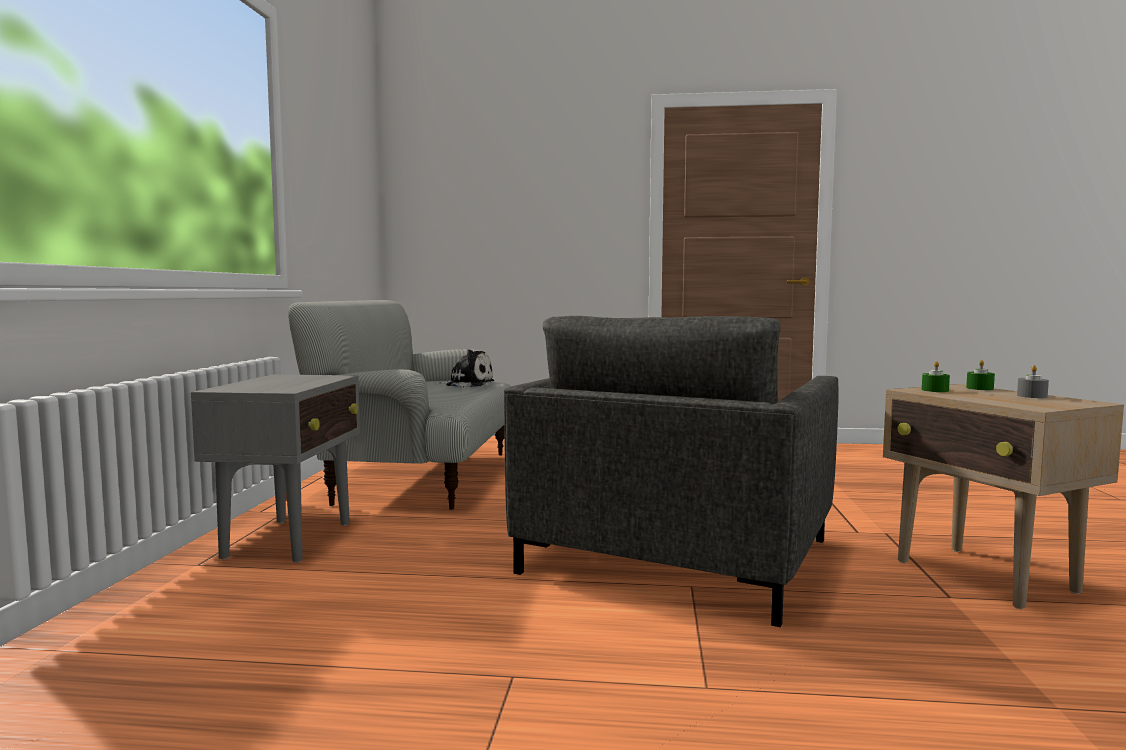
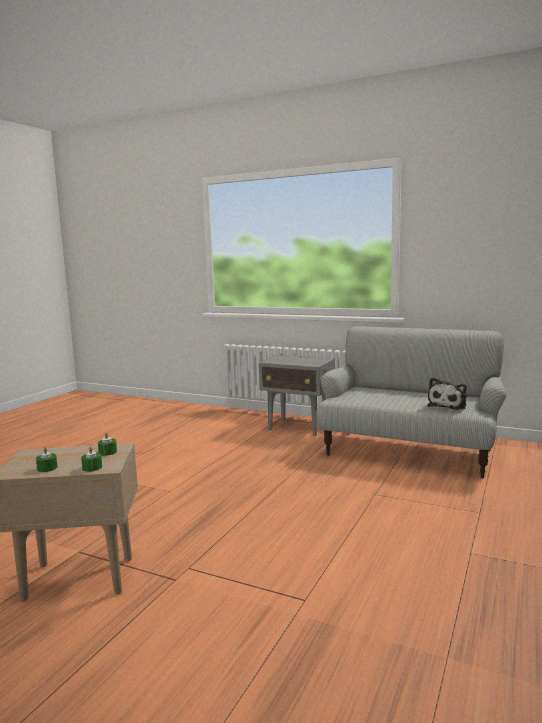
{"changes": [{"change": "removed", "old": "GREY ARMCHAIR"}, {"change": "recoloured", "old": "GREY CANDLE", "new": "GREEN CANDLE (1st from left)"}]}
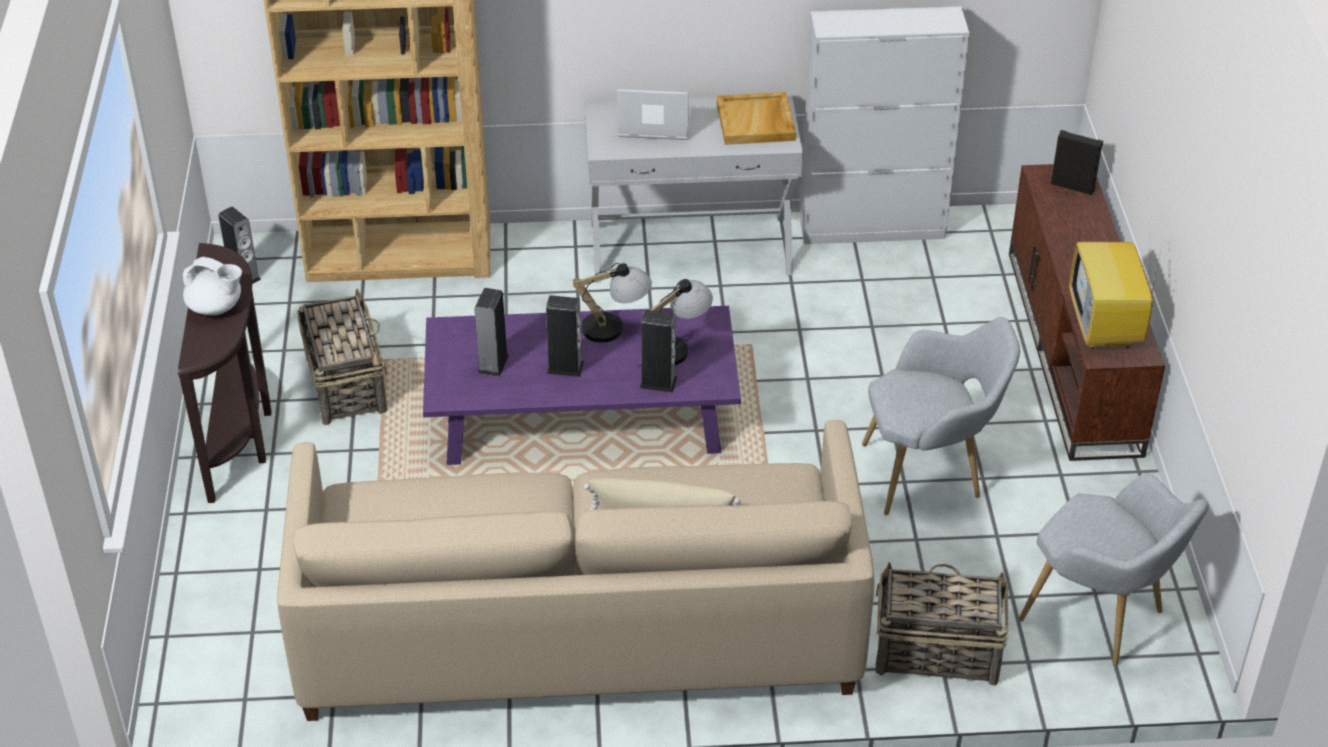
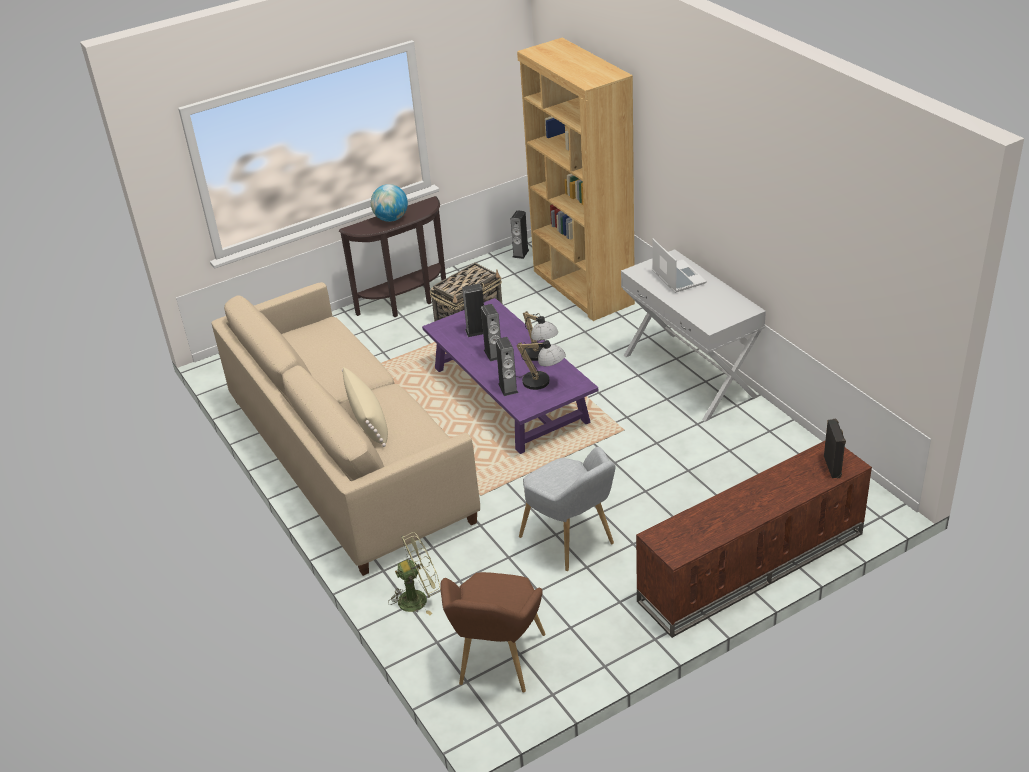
{"changes": [{"change": "replaced", "old": "WHITE TEAPOT", "new": "GLOBE"}, {"change": "removed", "old": "BEIGE TRAY"}, {"change": "removed", "old": "WHITE CABINET"}, {"change": "replaced", "old": "BASKET (2nd from left)", "new": "GREEN FAN"}, {"change": "recoloured", "old": "GREY ARMCHAIR (2nd from left)", "new": "BROWN ARMCHAIR"}, {"change": "removed", "old": "TELEVISION"}]}
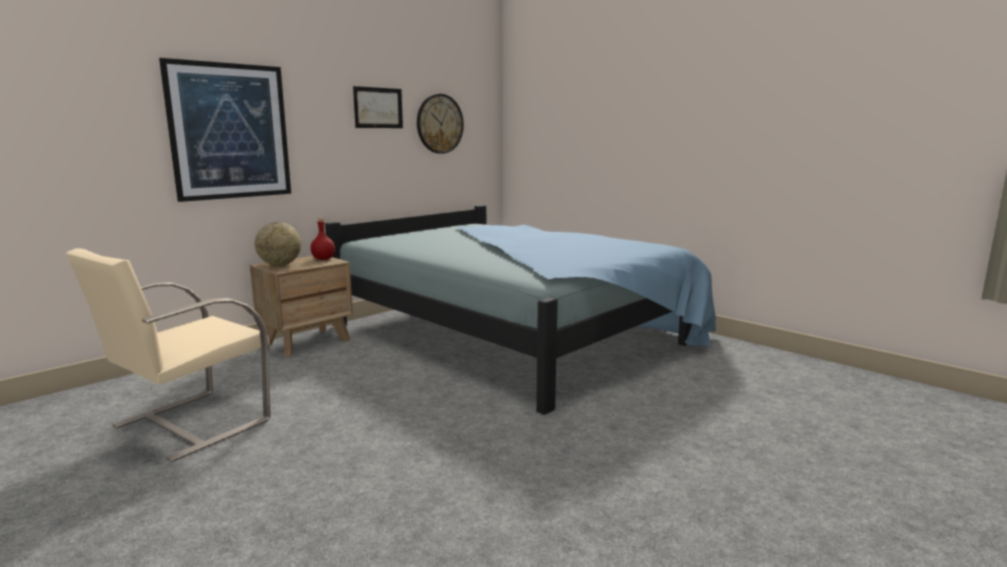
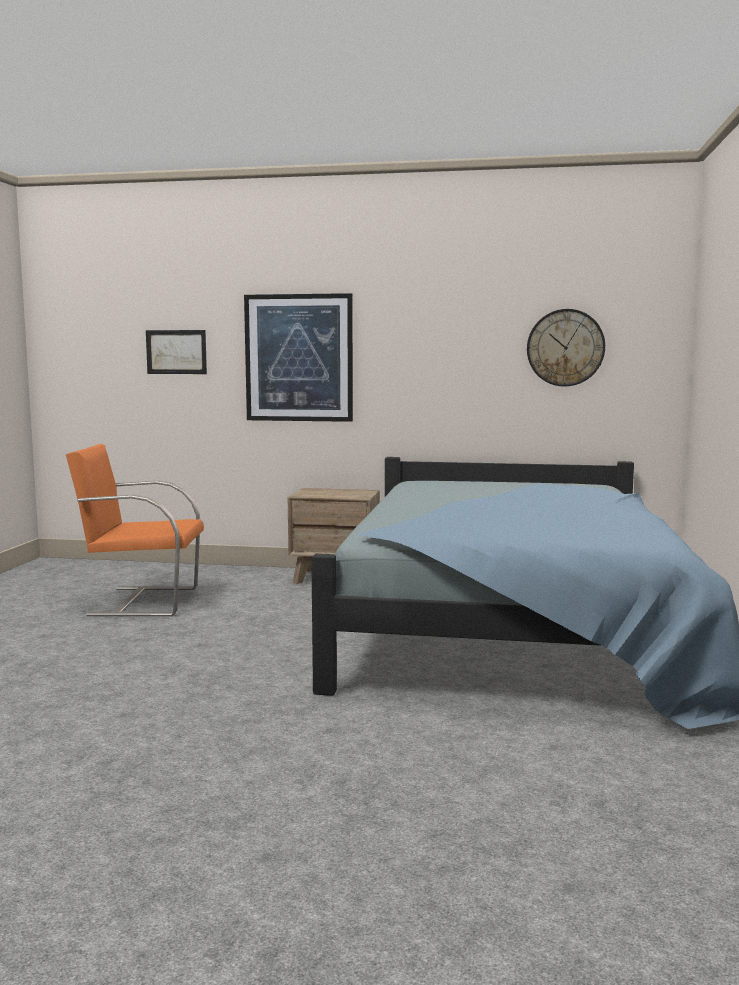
{"changes": [{"change": "recoloured", "old": "BEIGE ARMCHAIR", "new": "ORANGE ARMCHAIR"}, {"change": "removed", "old": "GLOBE"}, {"change": "removed", "old": "RED BOTTLE"}, {"change": "moved", "old": "PICTURE (2nd from left in the first image)", "new": "PICTURE (1st from left)"}]}
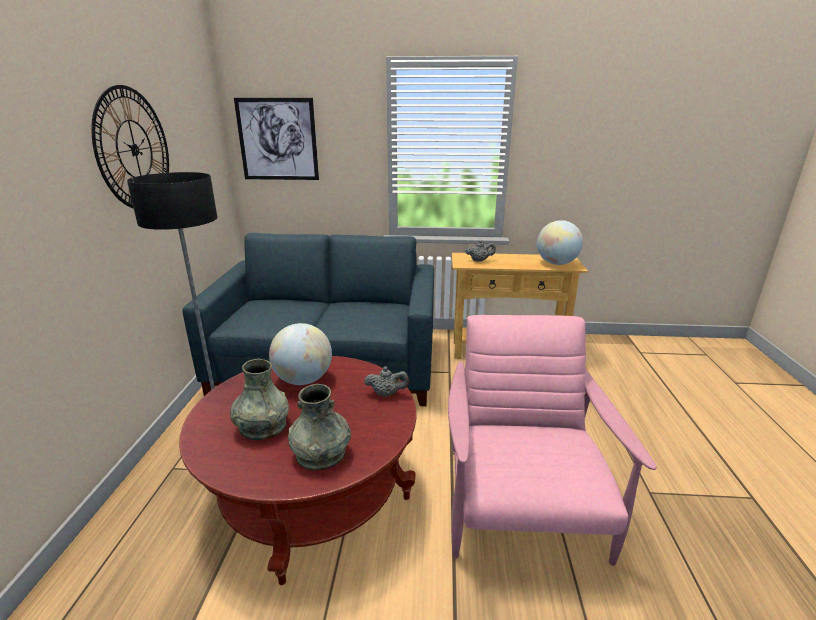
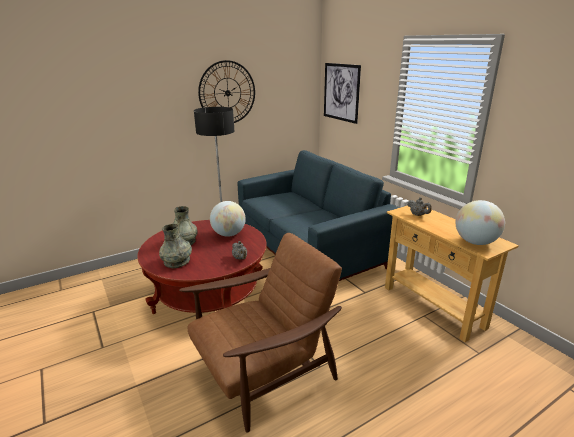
{"changes": [{"change": "recoloured", "old": "PINK ARMCHAIR", "new": "BROWN ARMCHAIR"}]}
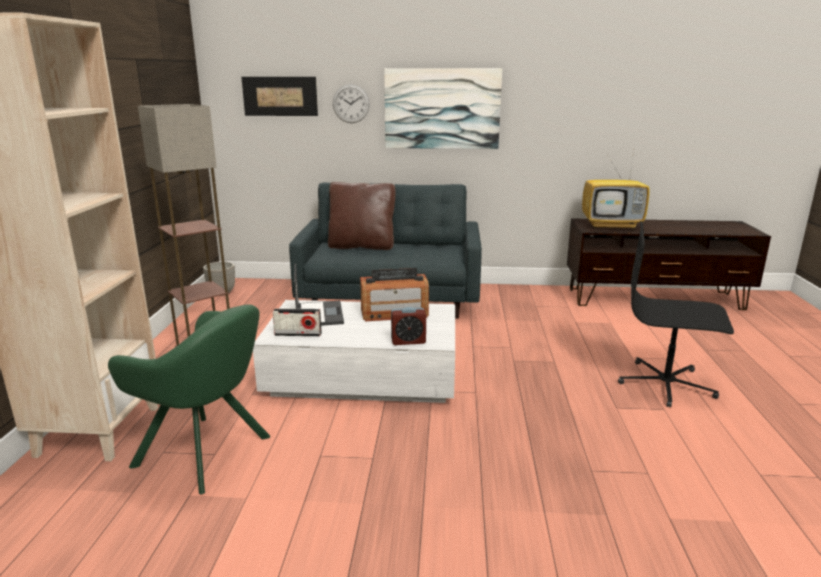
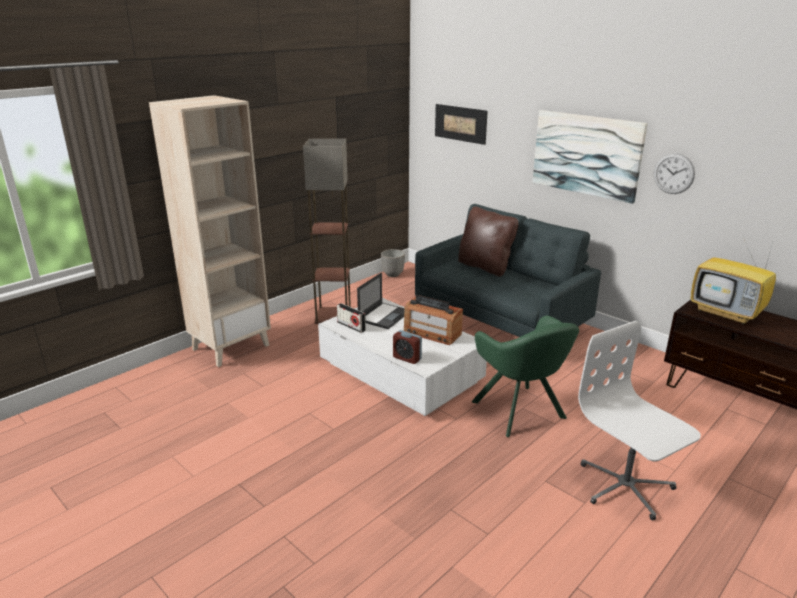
{"changes": [{"change": "moved", "old": "GREEN ARMCHAIR"}, {"change": "moved", "old": "WALL CLOCK"}, {"change": "recoloured", "old": "BLACK OFFICE CHAIR", "new": "WHITE OFFICE CHAIR"}]}
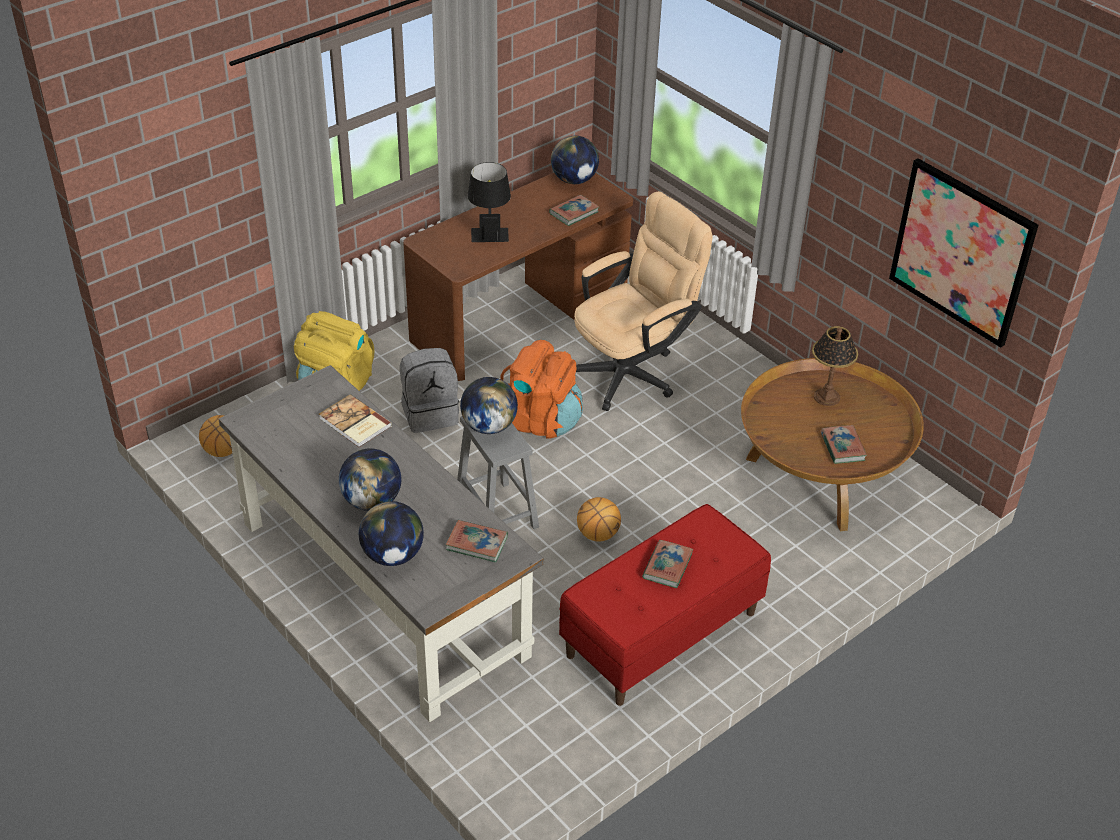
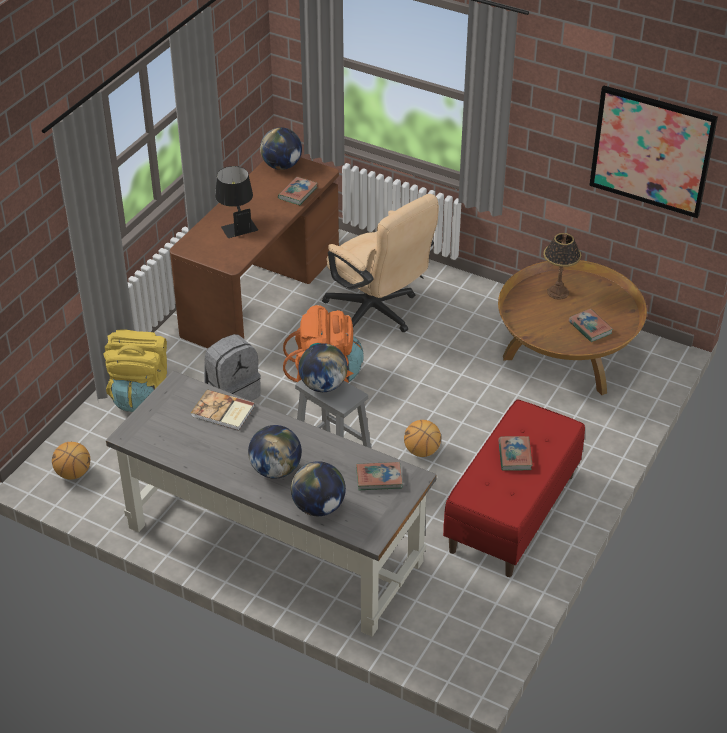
{"changes": [{"change": "turned", "old": "BEIGE OFFICE CHAIR", "degrees": 105}]}
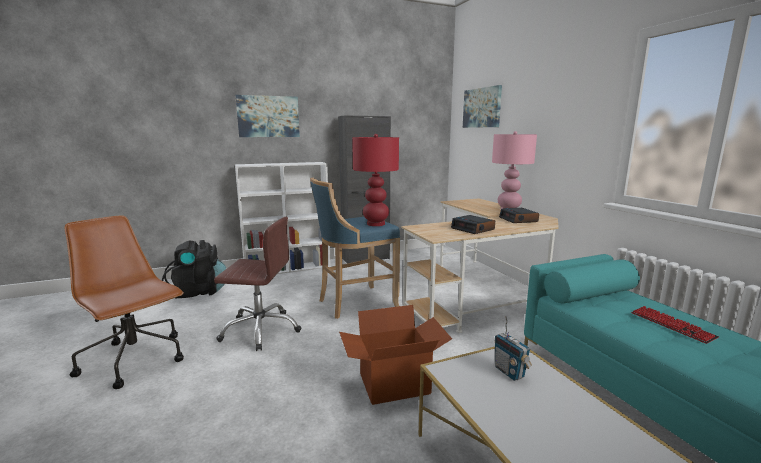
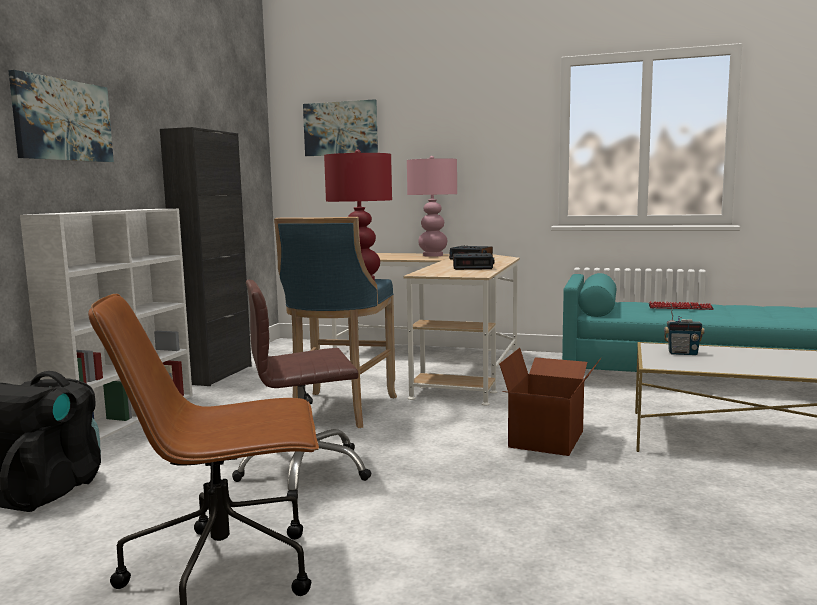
{"changes": [{"change": "turned", "old": "BROWN OFFICE CHAIR (2nd from left)", "degrees": -150}]}
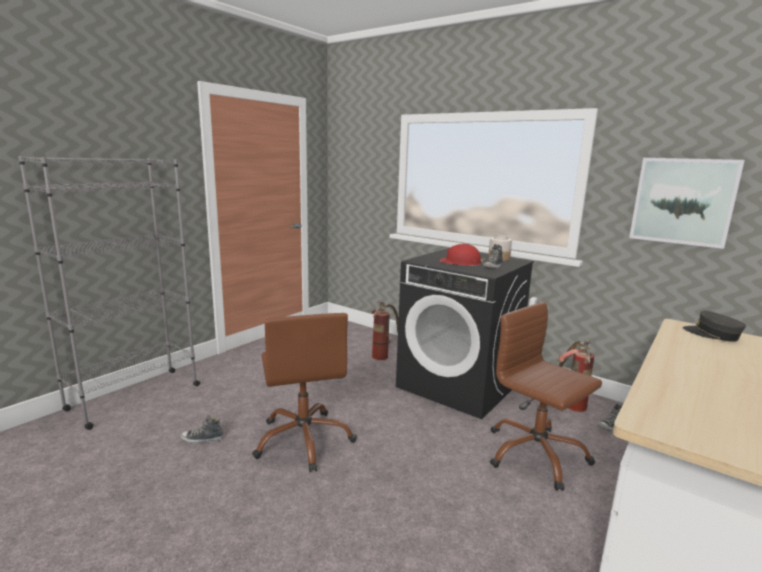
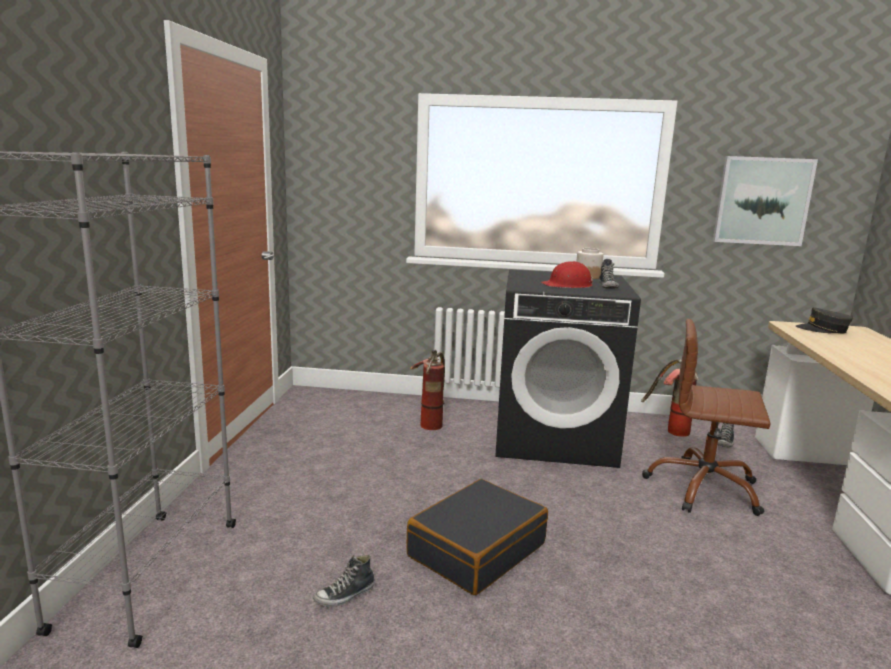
{"changes": [{"change": "replaced", "old": "BROWN OFFICE CHAIR (1st from left)", "new": "BLACK SUITCASE"}]}
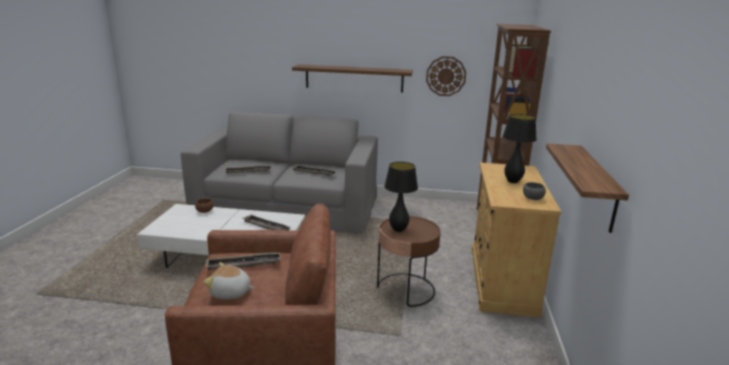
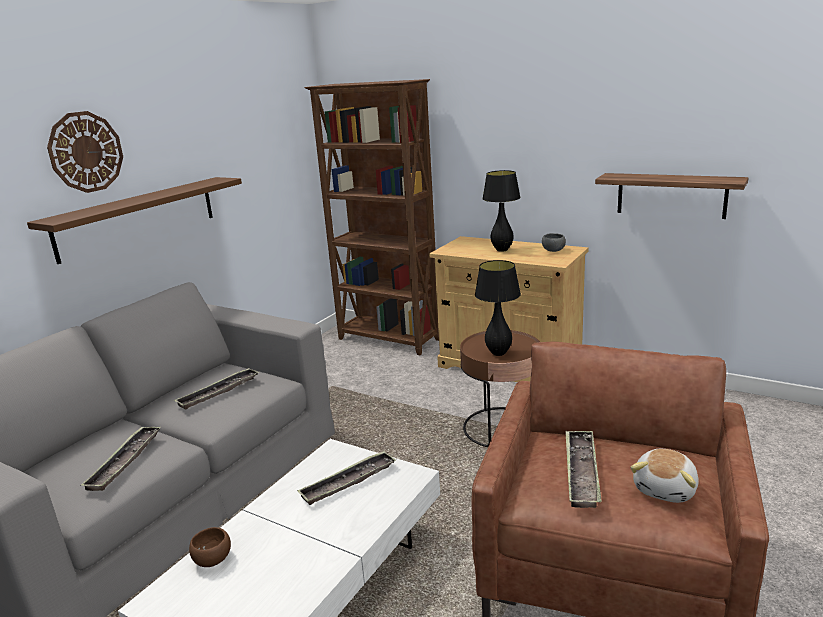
{"changes": [{"change": "moved", "old": "WALL CLOCK"}]}
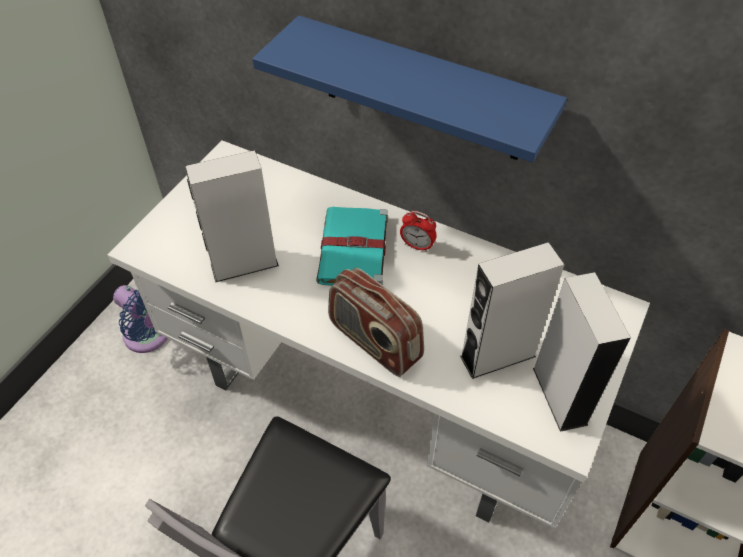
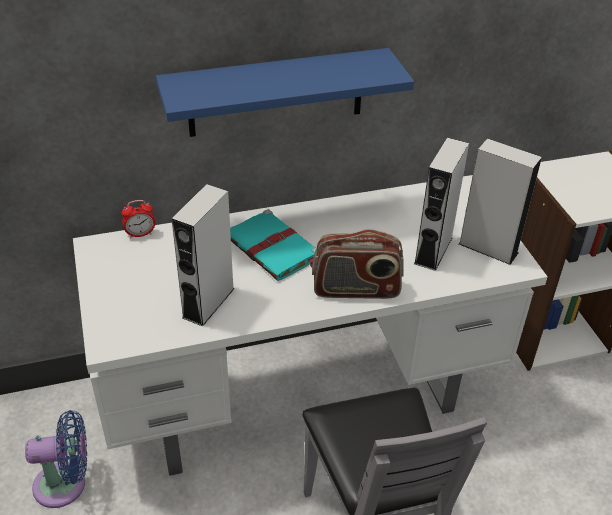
{"changes": [{"change": "moved", "old": "ALARM CLOCK"}]}
